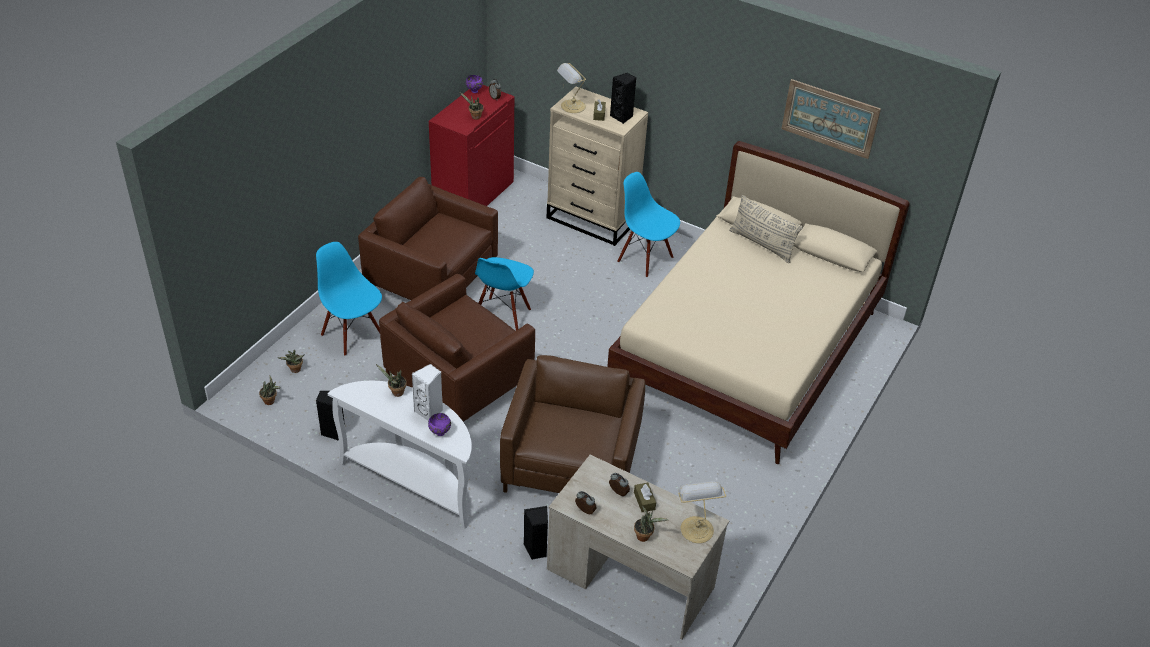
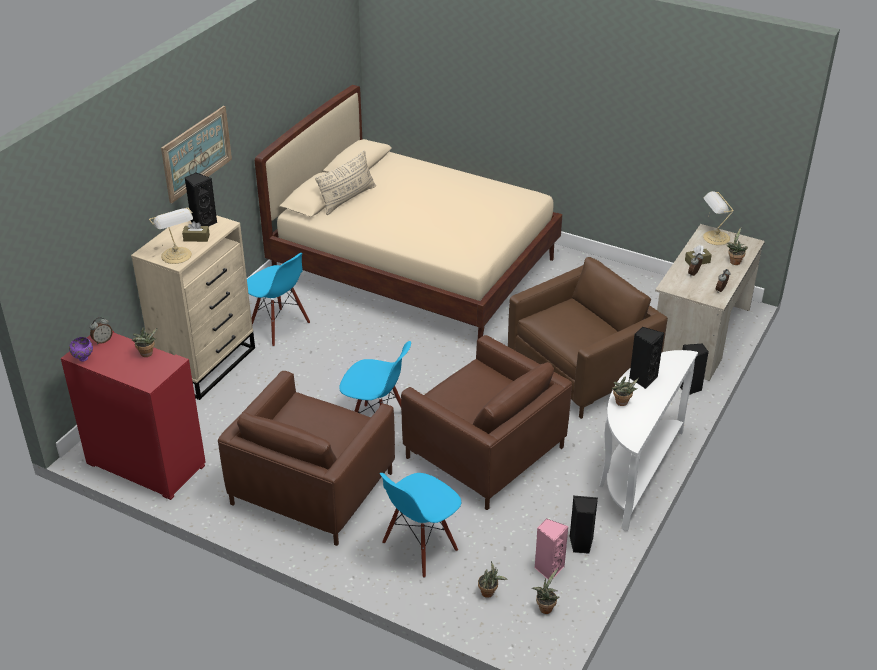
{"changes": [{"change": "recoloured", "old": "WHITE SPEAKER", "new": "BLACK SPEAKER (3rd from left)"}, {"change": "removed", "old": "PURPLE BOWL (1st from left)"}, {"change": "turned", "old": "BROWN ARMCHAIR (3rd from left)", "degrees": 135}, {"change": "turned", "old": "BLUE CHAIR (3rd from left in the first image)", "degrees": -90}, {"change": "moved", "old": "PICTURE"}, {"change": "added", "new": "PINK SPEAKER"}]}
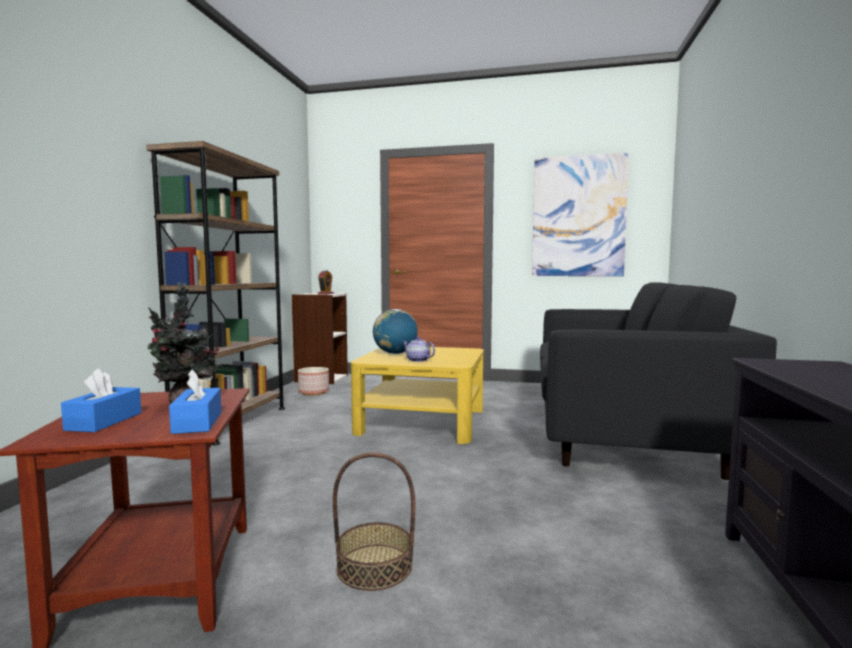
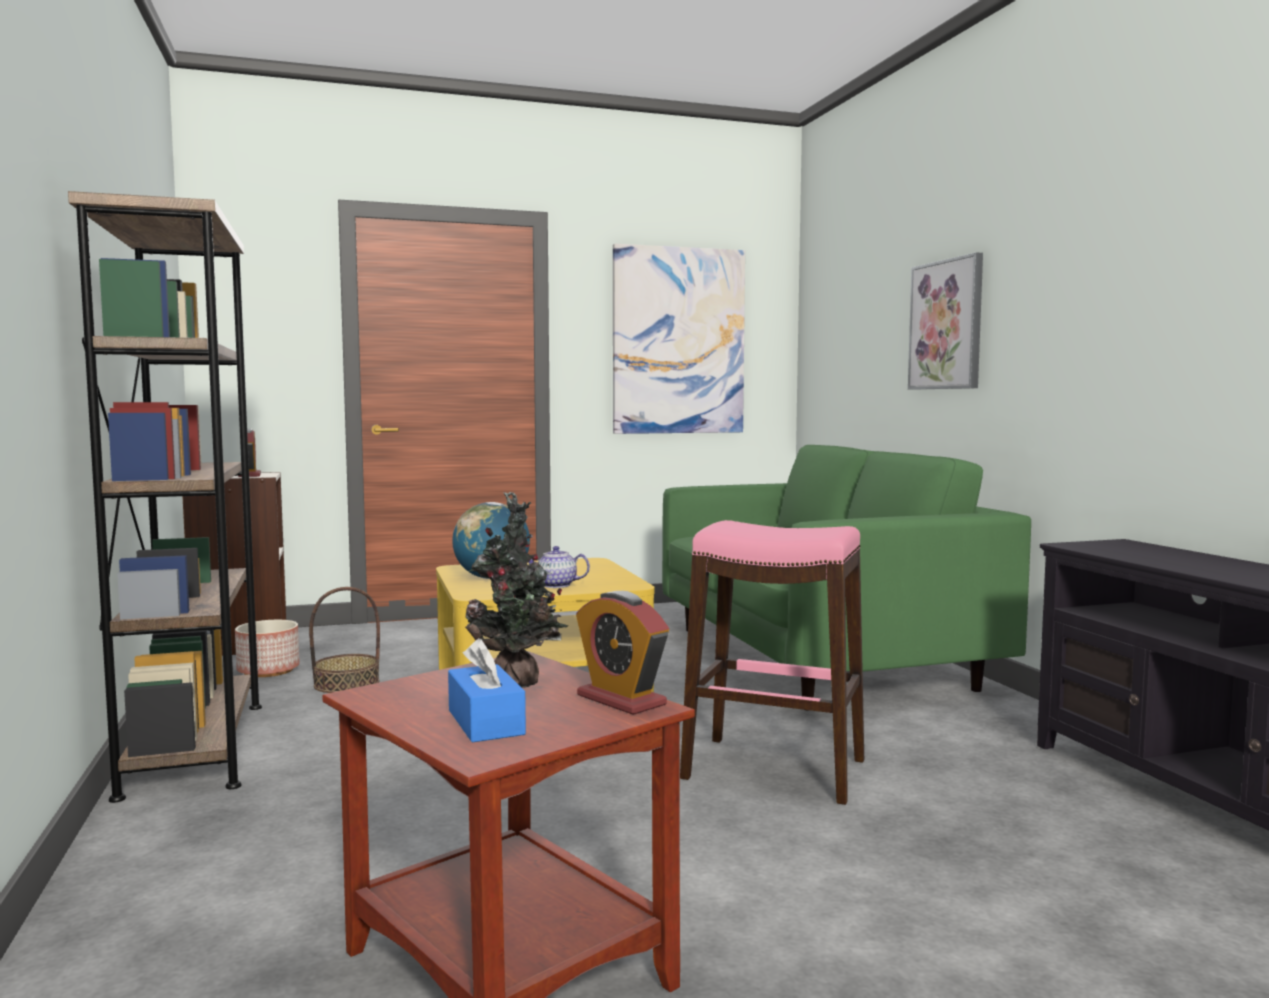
{"changes": [{"change": "replaced", "old": "BLUE TISSUE BOX (2nd from left)", "new": "ALARM CLOCK (2nd from left)"}, {"change": "moved", "old": "BASKET"}, {"change": "recoloured", "old": "BLACK SOFA", "new": "GREEN SOFA"}, {"change": "added", "new": "PINK STOOL"}, {"change": "added", "new": "PICTURE (2nd from left)"}]}
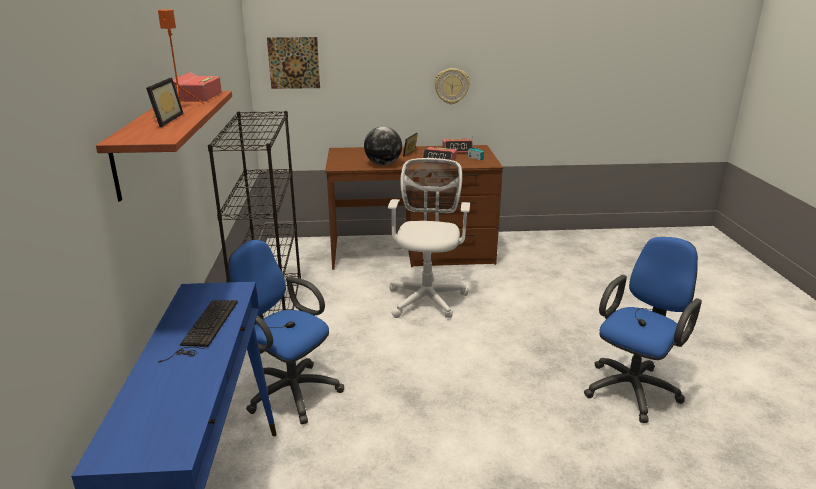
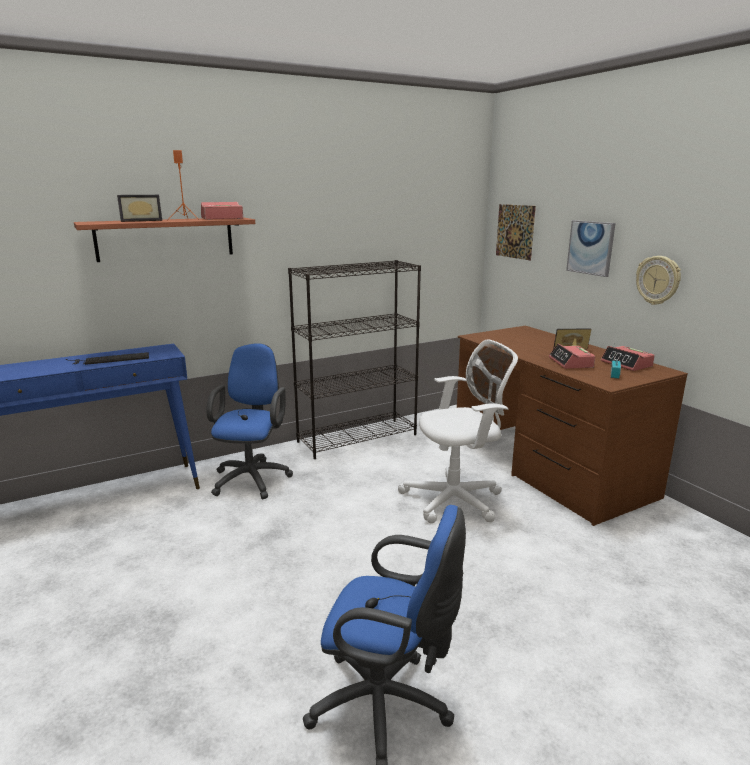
{"changes": [{"change": "removed", "old": "GLOBE"}, {"change": "added", "new": "PICTURE (2nd from left)"}]}
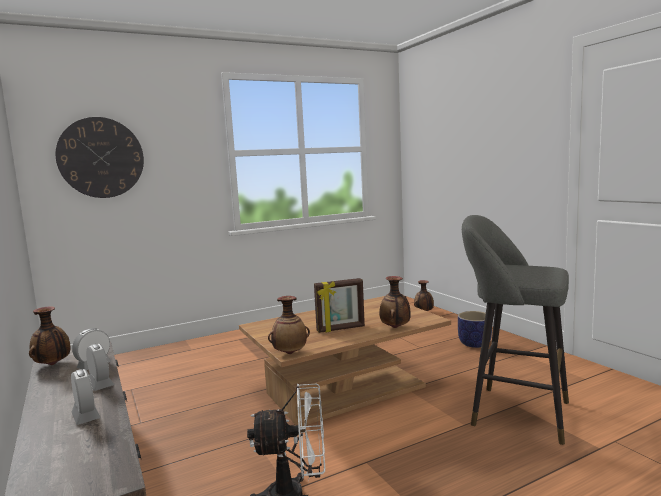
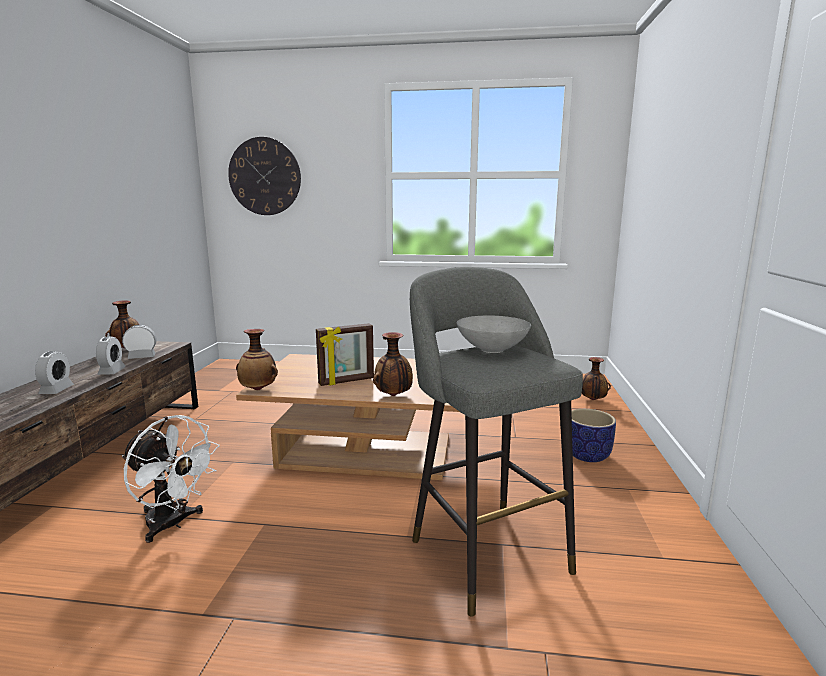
{"changes": [{"change": "turned", "old": "PICTURE FRAME", "degrees": -45}, {"change": "added", "new": "GREY BOWL"}]}
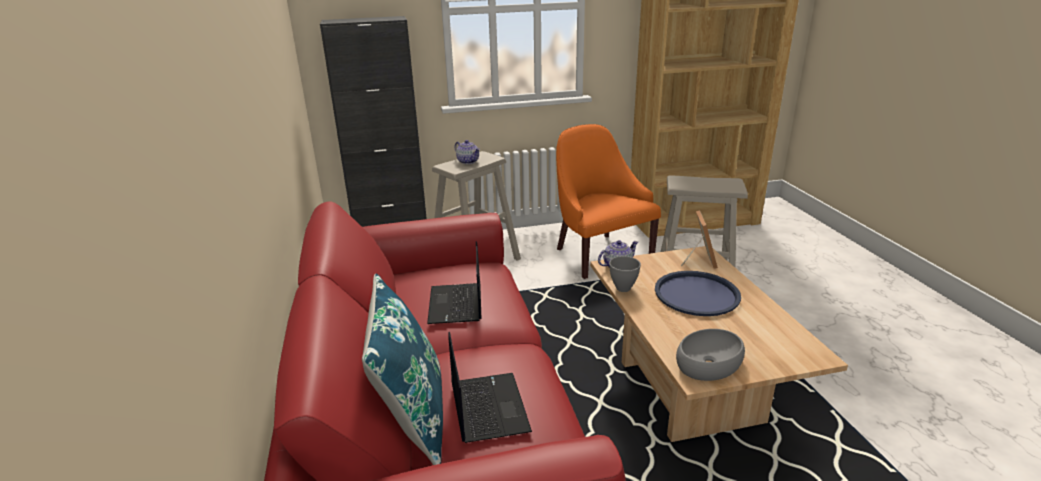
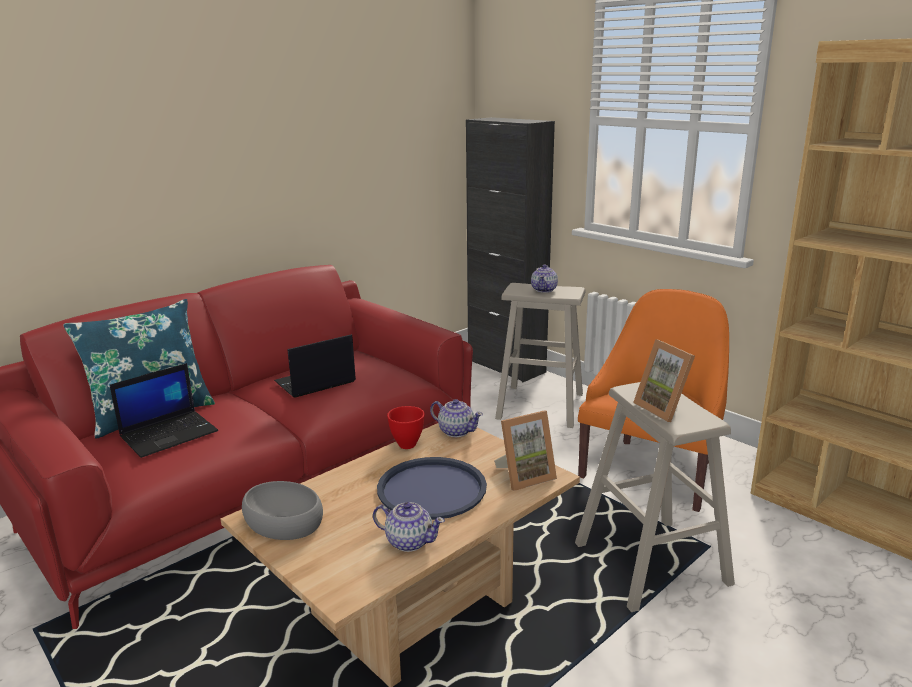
{"changes": [{"change": "recoloured", "old": "GREY BOWL (1st from left)", "new": "RED BOWL"}, {"change": "added", "new": "TEAPOT (1st from left)"}, {"change": "added", "new": "PICTURE FRAME (2nd from left)"}]}
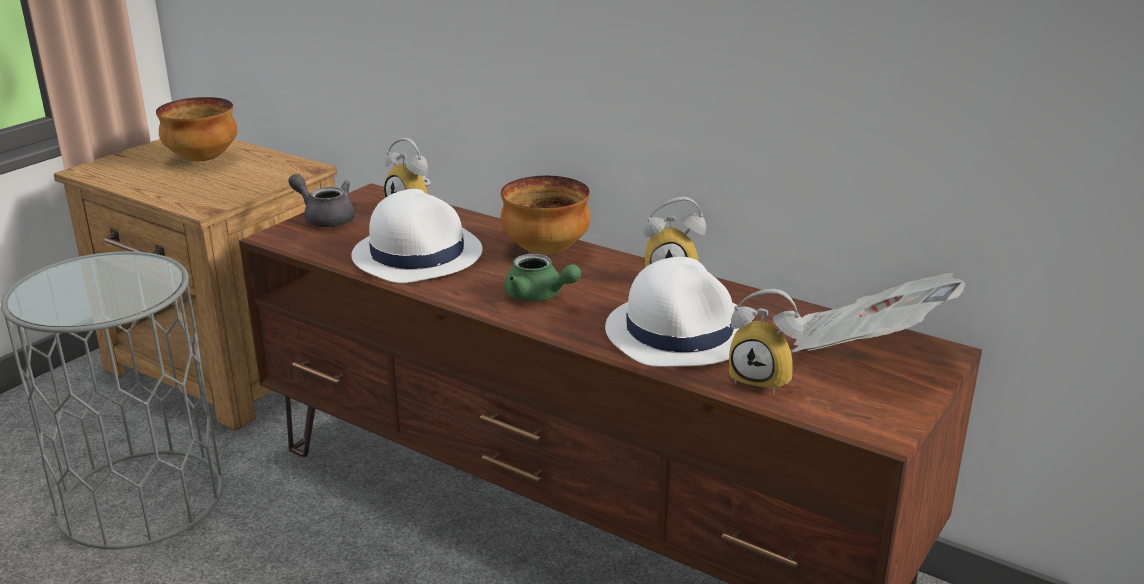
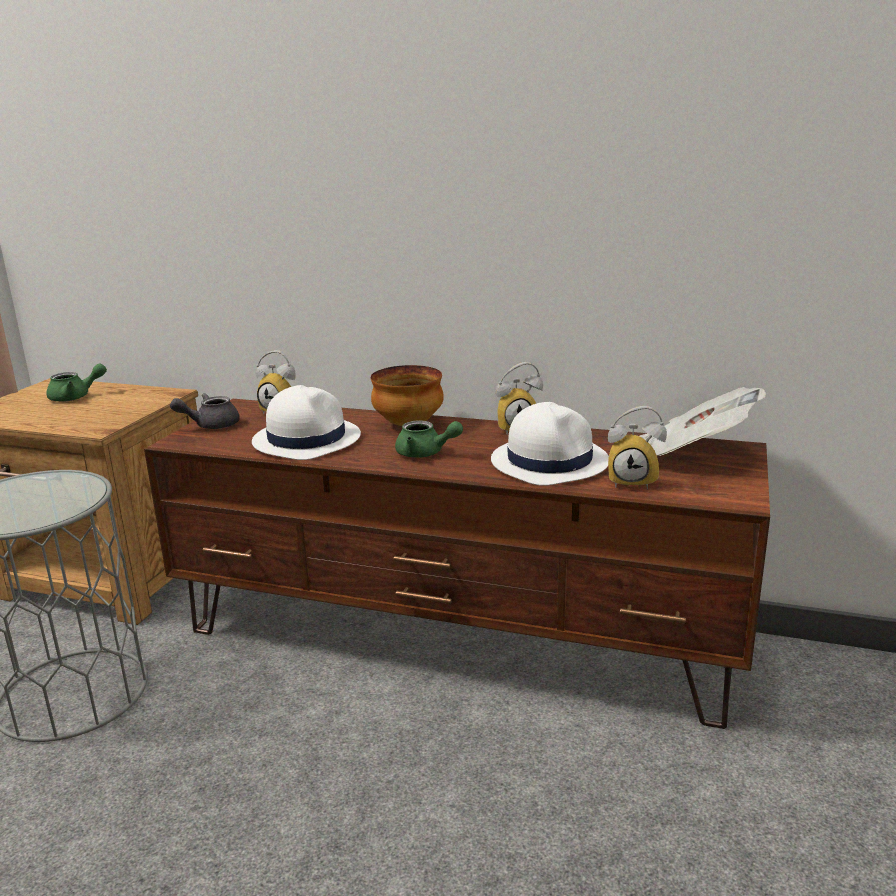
{"changes": [{"change": "replaced", "old": "BOWL (1st from left)", "new": "GREEN TEAPOT (1st from left)"}, {"change": "turned", "old": "GREY TEAPOT", "degrees": -45}]}
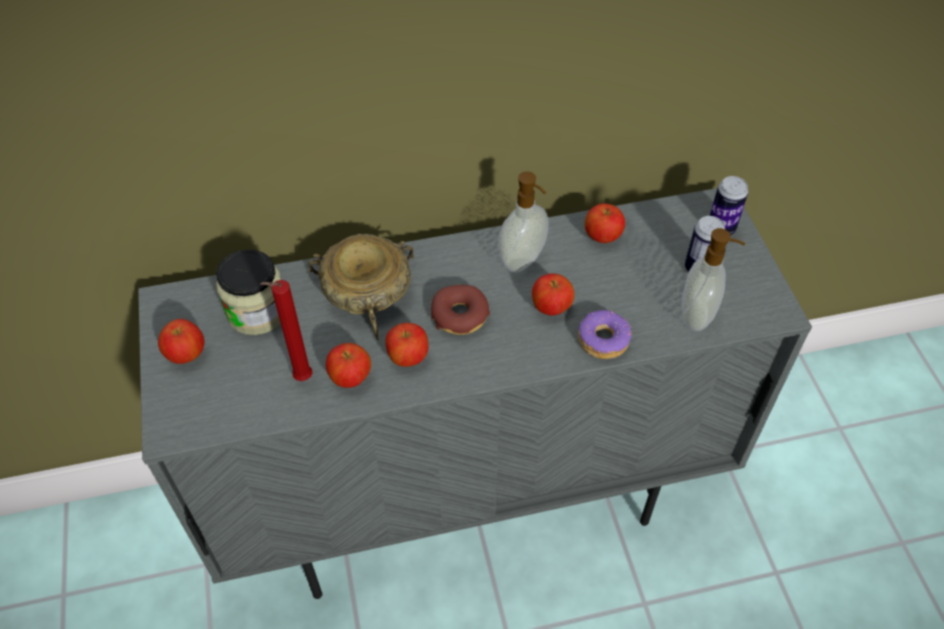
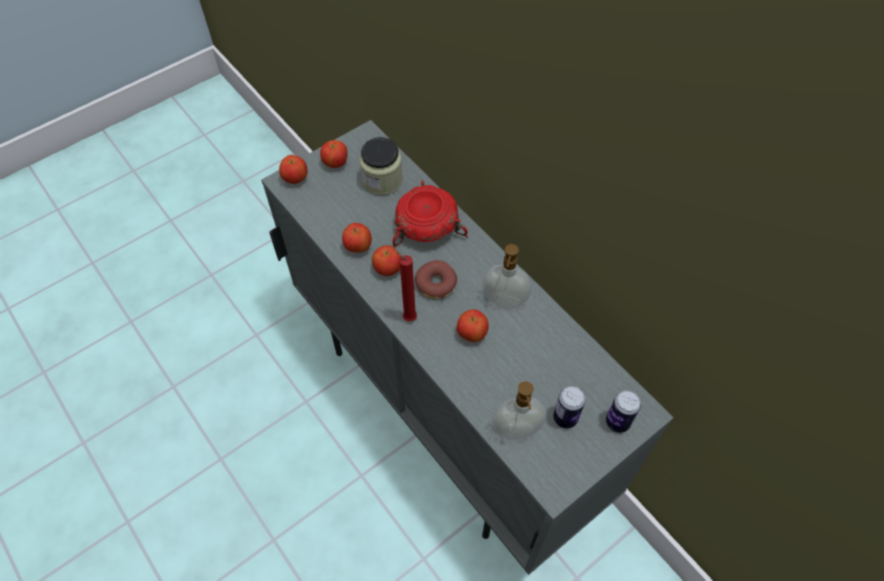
{"changes": [{"change": "moved", "old": "RED CANDLE"}, {"change": "recoloured", "old": "BEIGE BOWL", "new": "RED BOWL"}, {"change": "removed", "old": "DONUT (2nd from left)"}, {"change": "moved", "old": "APPLE (5th from left in the first image)", "new": "APPLE (1st from left)"}]}
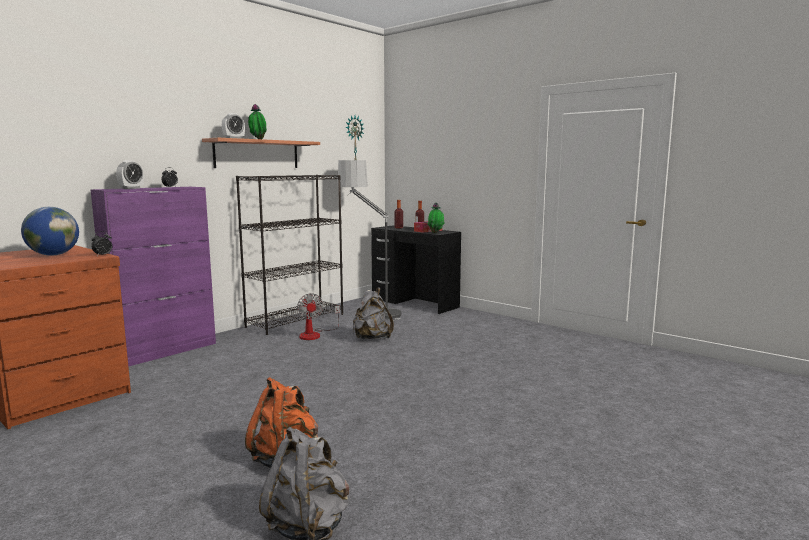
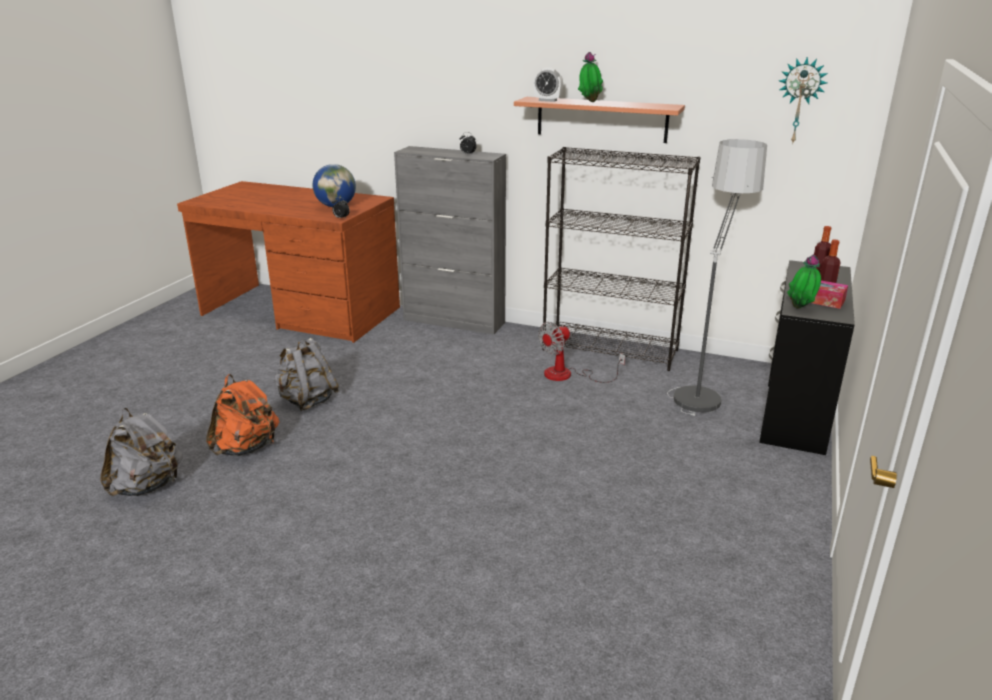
{"changes": [{"change": "recoloured", "old": "PURPLE CABINET", "new": "GREY CABINET"}, {"change": "removed", "old": "ALARM CLOCK (2nd from left)"}, {"change": "moved", "old": "GREY BACKPACK (2nd from left)"}]}
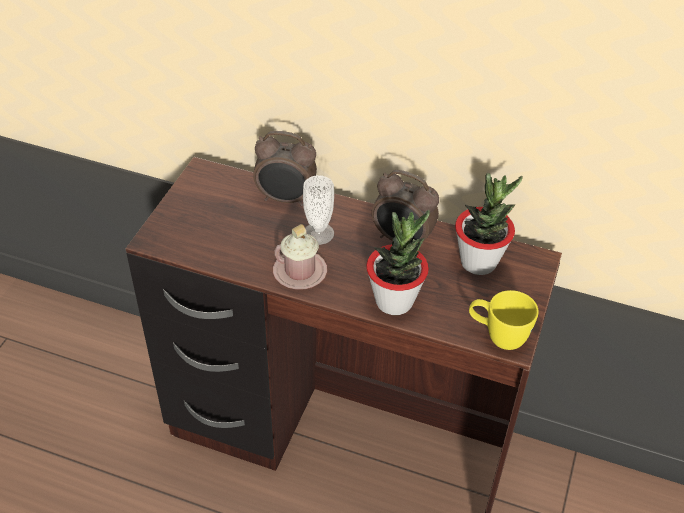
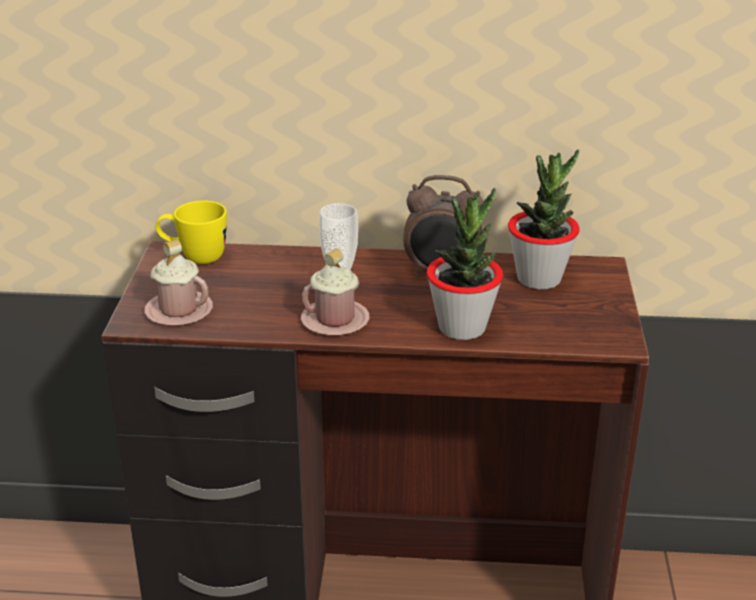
{"changes": [{"change": "removed", "old": "ALARM CLOCK (1st from left)"}, {"change": "moved", "old": "YELLOW MUG"}, {"change": "added", "new": "PINK MUG (1st from left)"}]}
